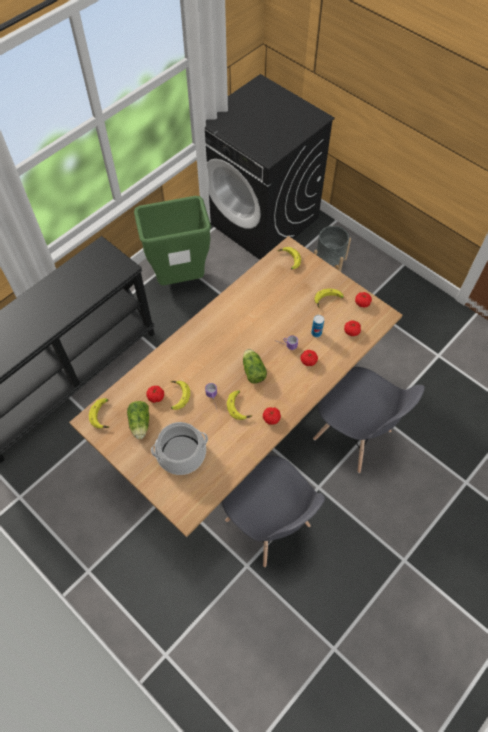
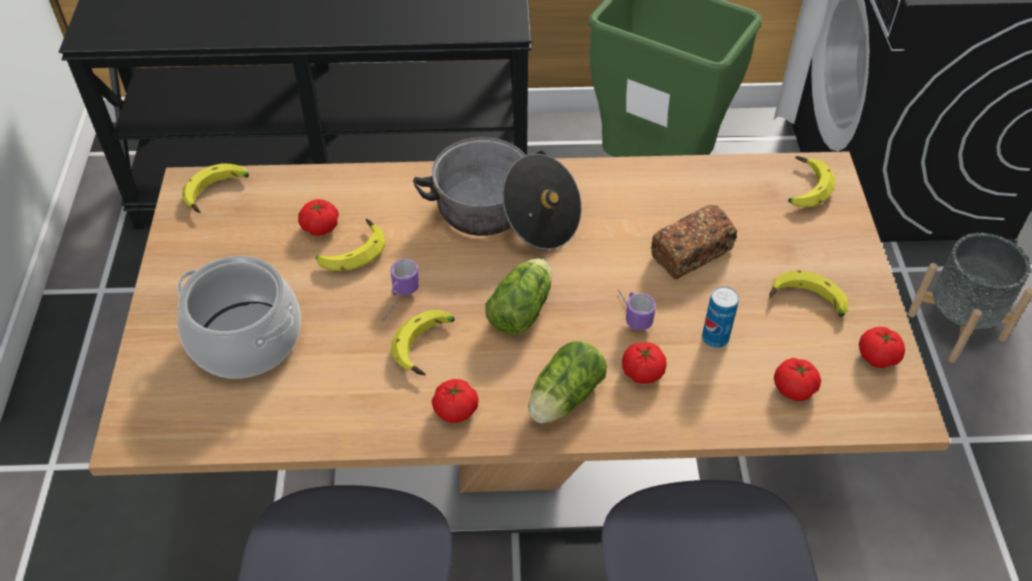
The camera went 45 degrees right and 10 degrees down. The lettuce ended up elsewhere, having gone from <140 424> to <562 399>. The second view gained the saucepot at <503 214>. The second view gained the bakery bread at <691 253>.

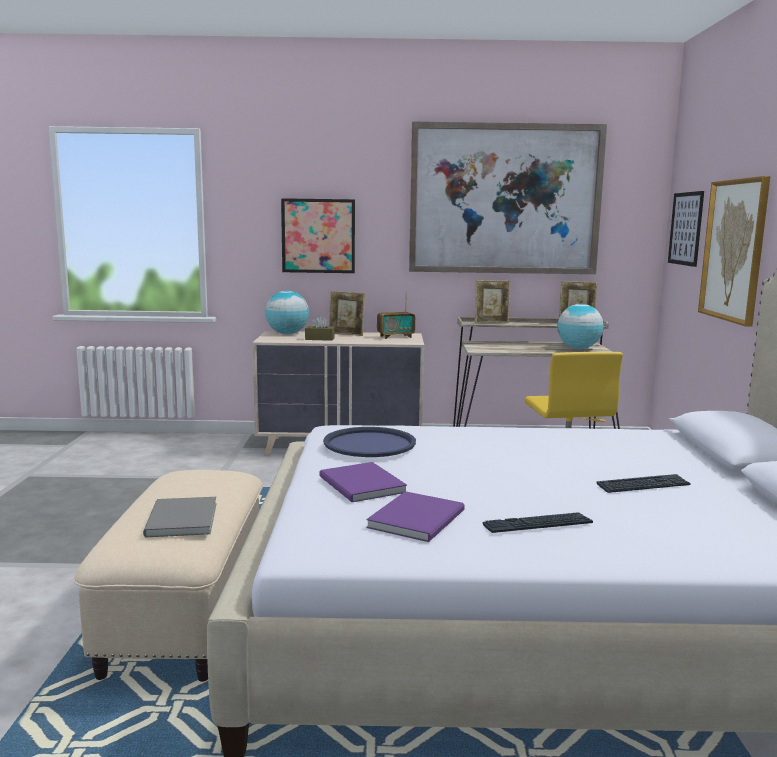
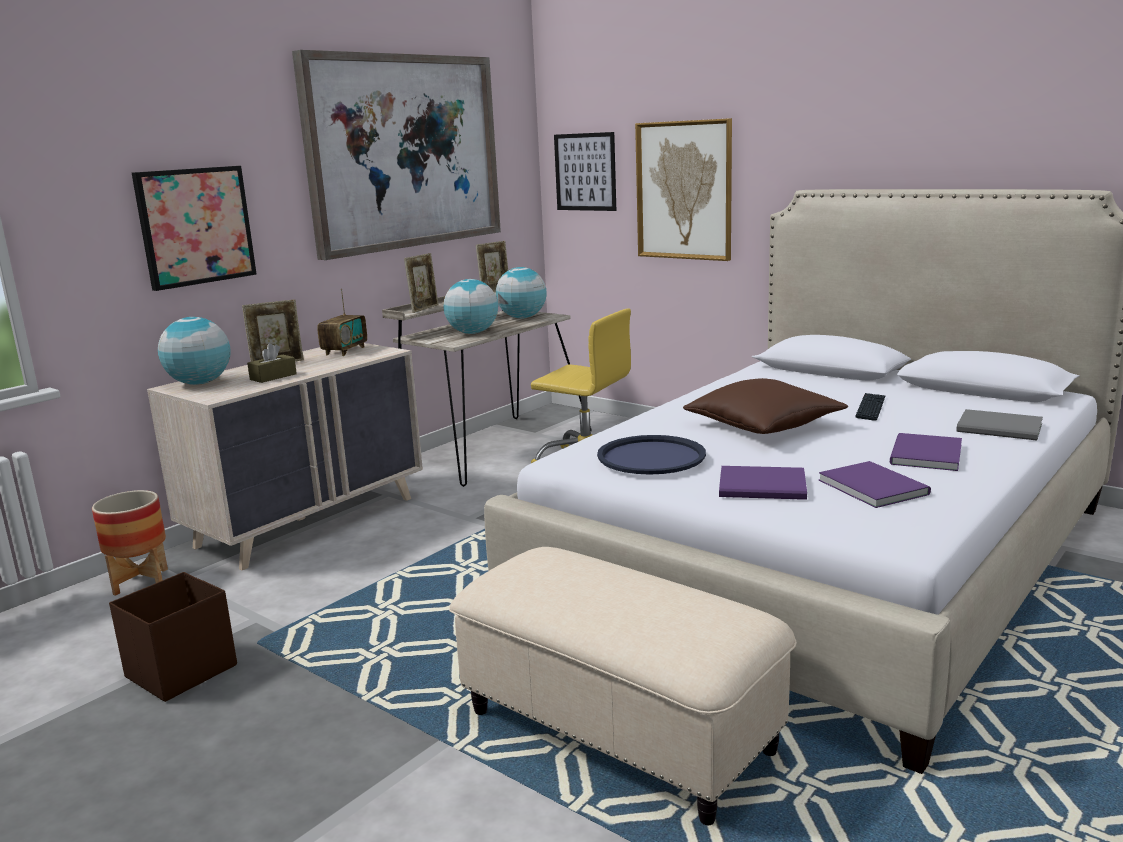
The camera went 50 degrees left and 5 degrees up. The gray bound book ended up elsewhere, having gone from <179 520> to <1001 428>. Where the computer keyboard stood at <537 525>, the purple bound book came to stand at <923 455>. The second view gained the planter at <141 581>. The second view gained the brown-coloured storage box at <179 672>. The second view gained the desk globe at <472 333>. The second view gained the brown-coloured throw pillow at <764 425>.

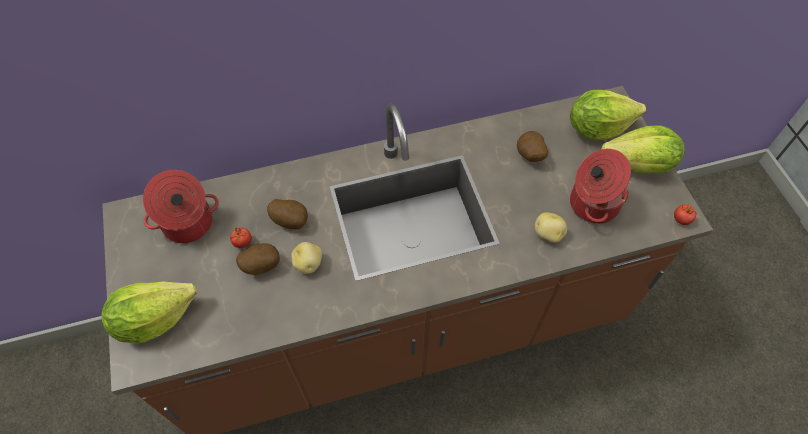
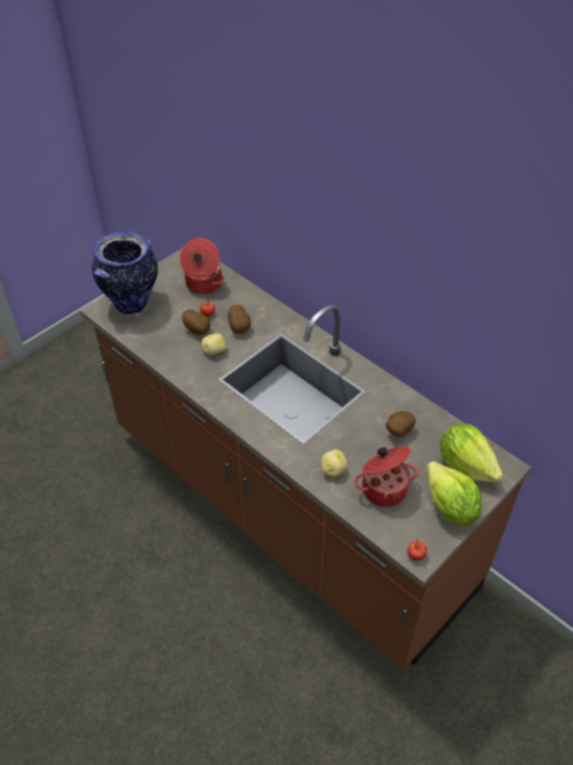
The camera went 60 degrees right and 10 degrees down. Where the lettuce stood at <154 319>, the flower vase came to stand at <132 303>.

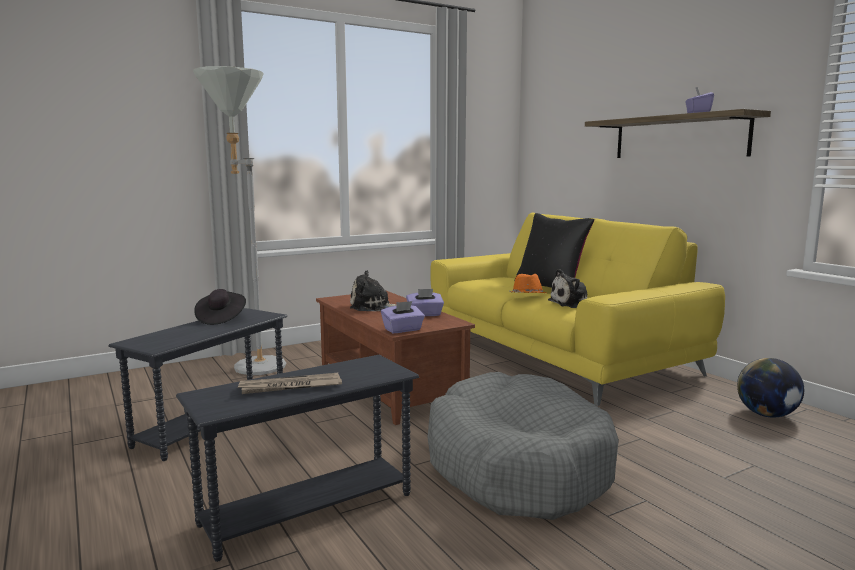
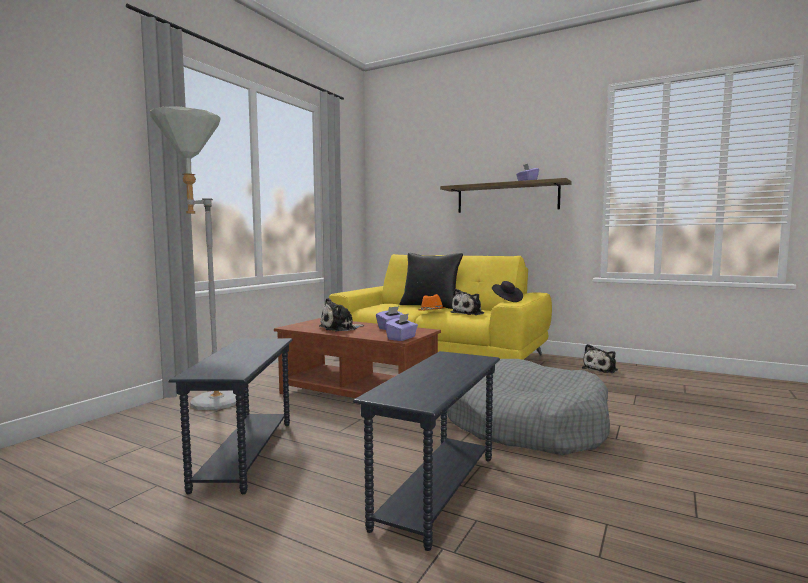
The camera went 30 degrees left and 5 degrees down. The black wearable hat ended up elsewhere, having gone from <220 319> to <506 300>. The second view lost the newspaper at <290 387>. Where the desk globe stood at <767 415>, the cuddly toy came to stand at <601 369>.

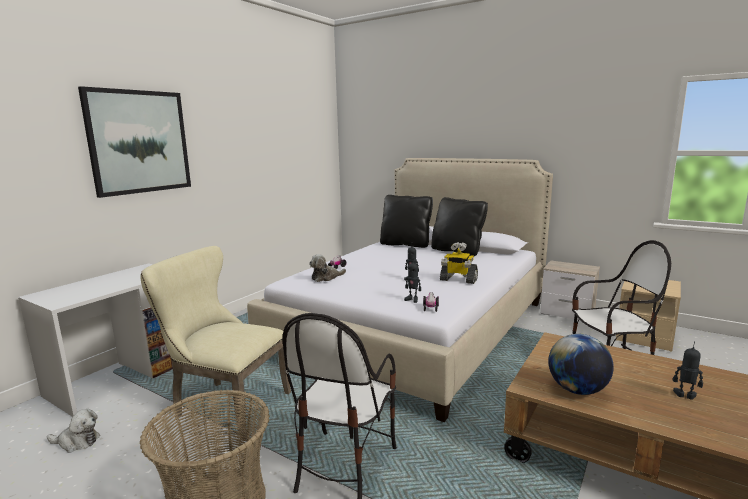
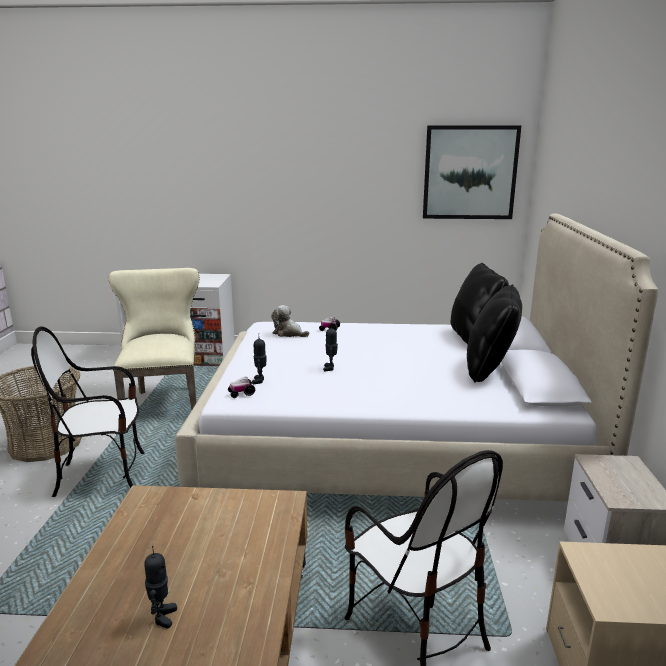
The camera went 60 degrees right and 5 degrees up. The second view lost the cuddly toy at <77 442>. The picture ended up elsewhere, having gone from <139 142> to <470 173>. The second view lost the model robot at <458 280>. The second view lost the desk globe at <577 390>.

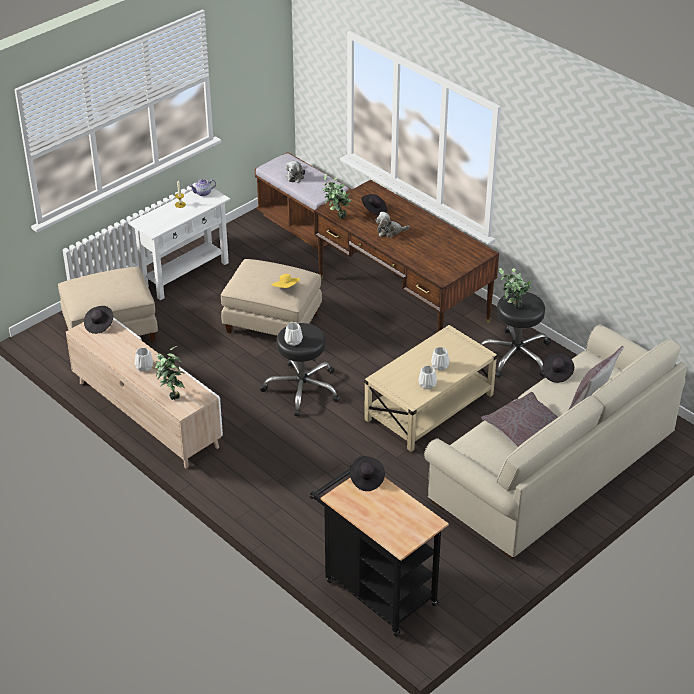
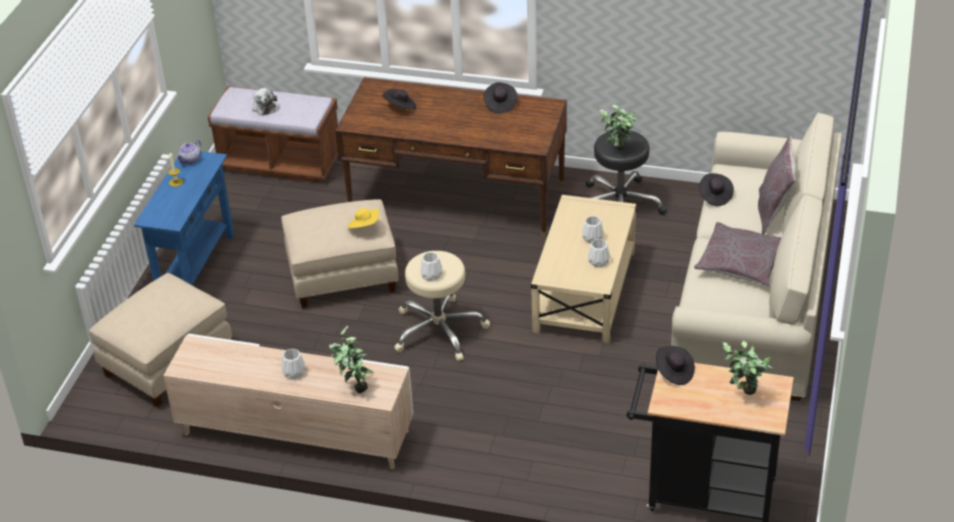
The camera went 30 degrees left and 0 degrees up. The black wearable hat ended up elsewhere, having gone from <99 325> to <500 104>. What was the white console table at <185 274> turned into the blue console table at <196 267>. What was the black sitting stool at <302 389> turned into the beige sitting stool at <439 330>. The plant in a pot ended up elsewhere, having gone from <336 217> to <743 396>. The second view lost the cuddly toy at <390 231>.

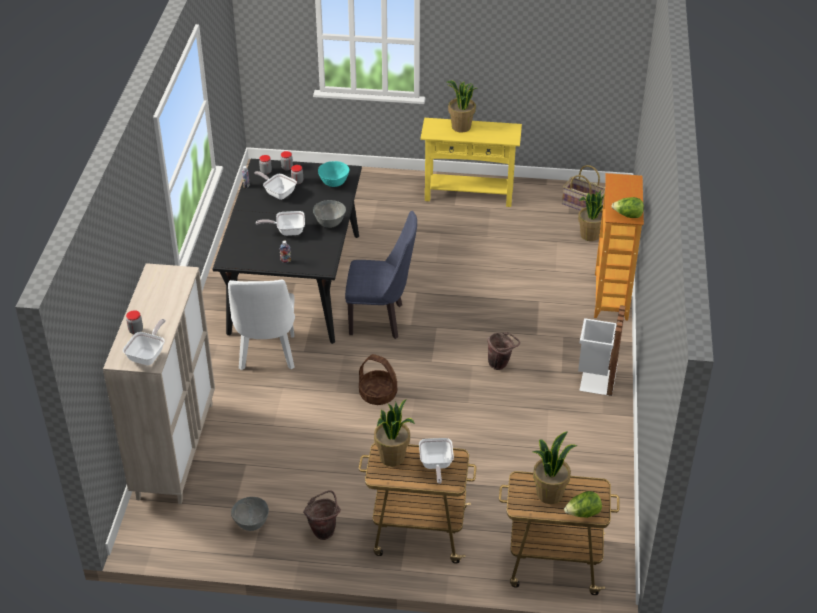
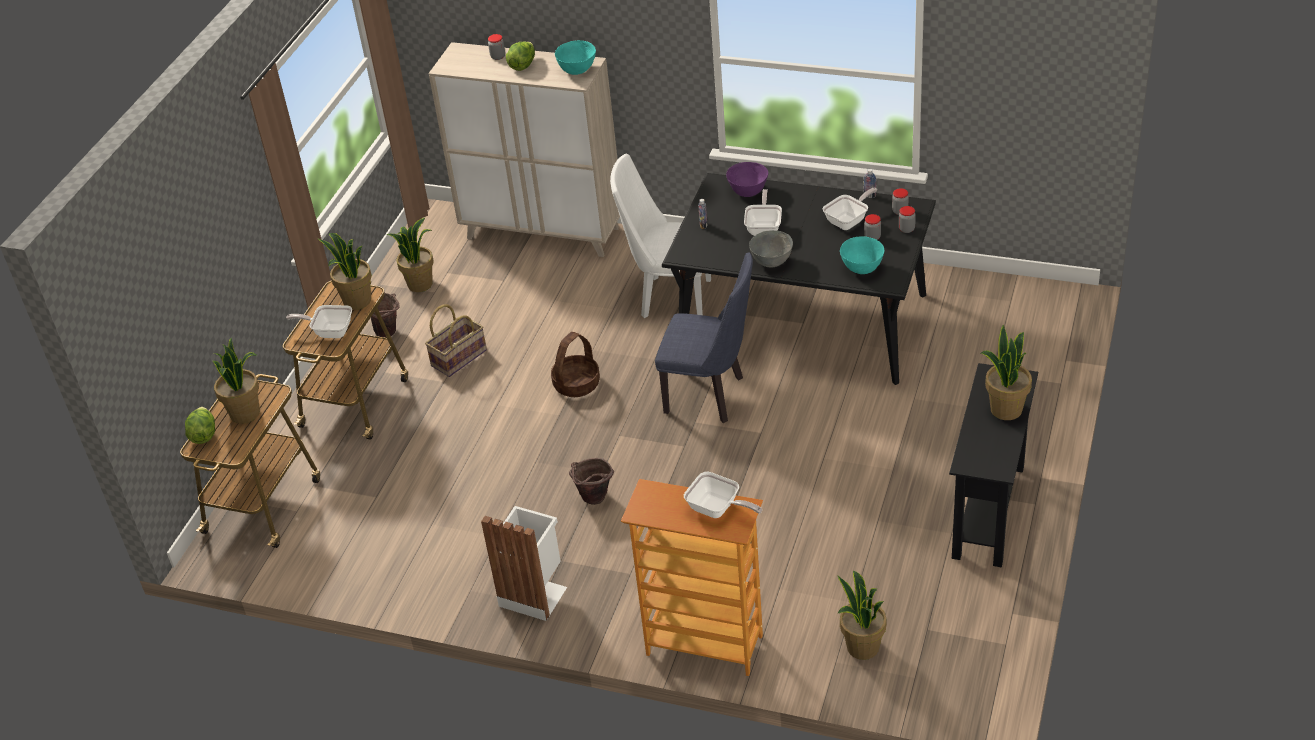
The camera went 105 degrees right and 0 degrees up. The skillet ended up elsewhere, having gone from <148 355> to <717 510>. Where the gray bowl stood at <251 524>, the plant in a pot came to stand at <420 284>. The blue plain chair at <382 320> ended up facing another way, 90 degrees counterclockwise from before. What was the yellow-coloured console table at <469 195> turned into the black console table at <988 511>. The basket ended up elsewhere, having gone from <581 205> to <458 357>. The lettuce ended up elsewhere, having gone from <627 216> to <523 65>. The second view gained the blue-green bowl at <577 71>. The second view gained the purple bowl at <748 192>.

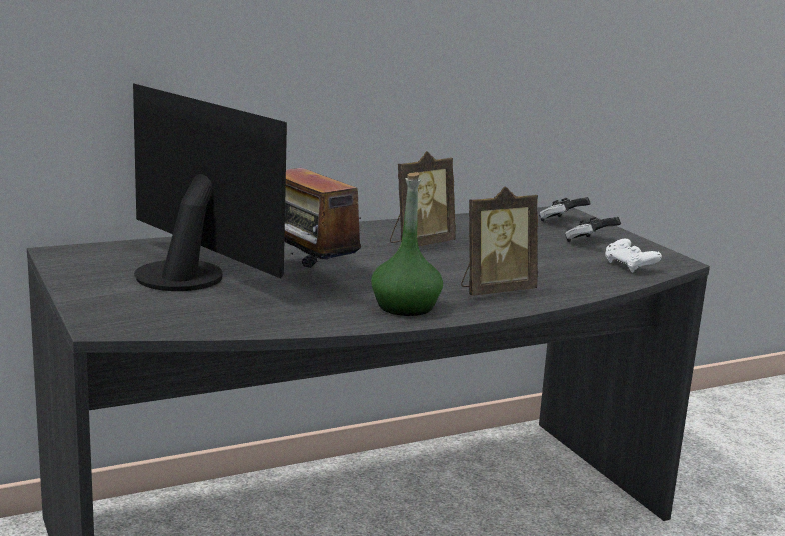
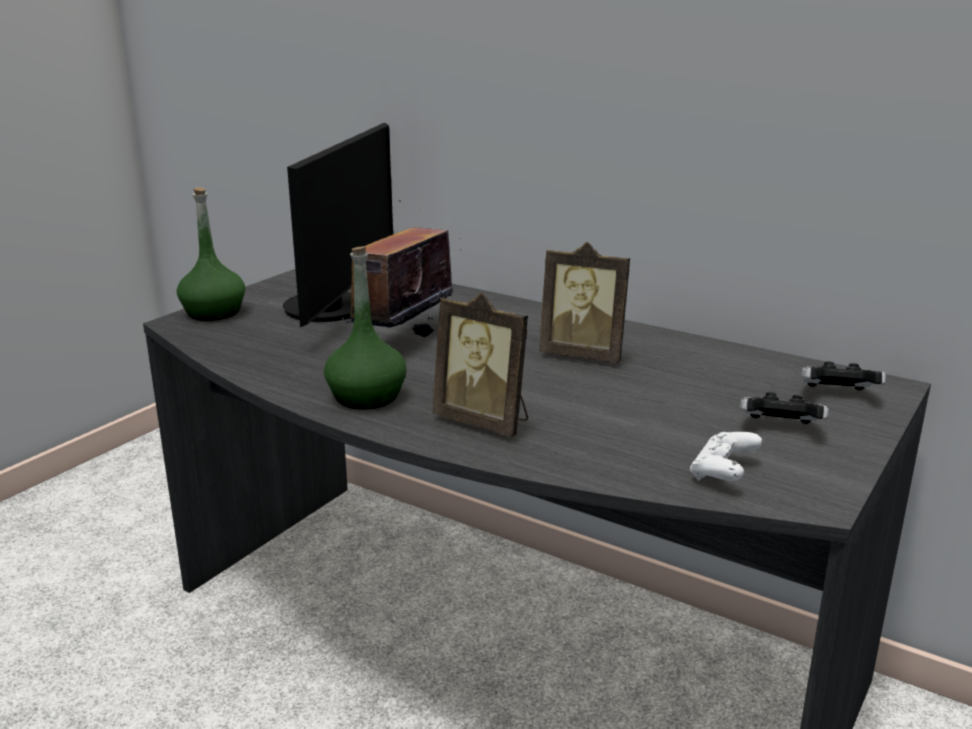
The camera went 60 degrees right and 5 degrees up. The second view gained the greenish beverage bottle at <214 312>.

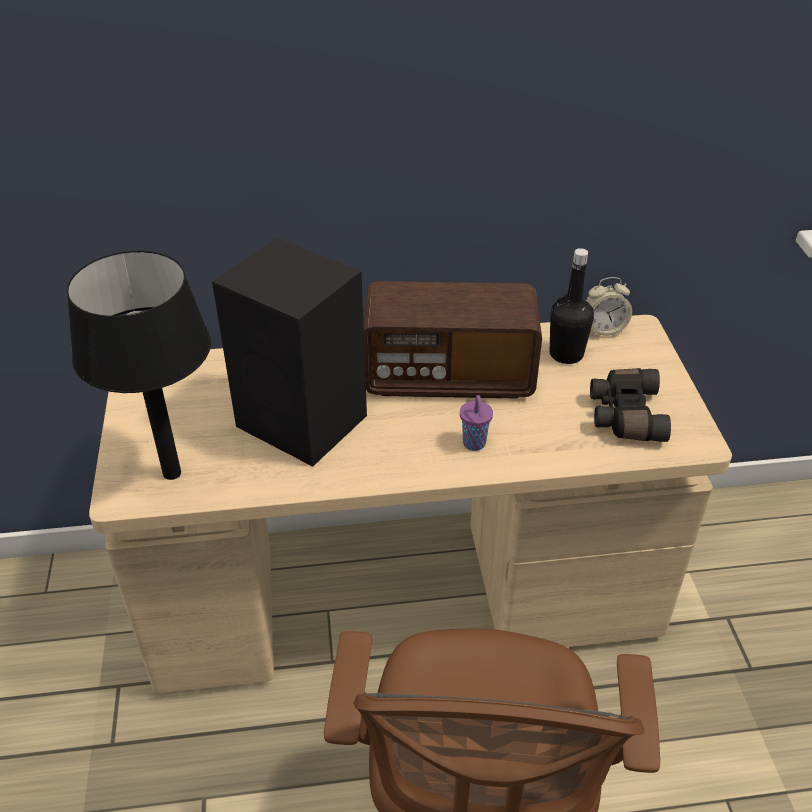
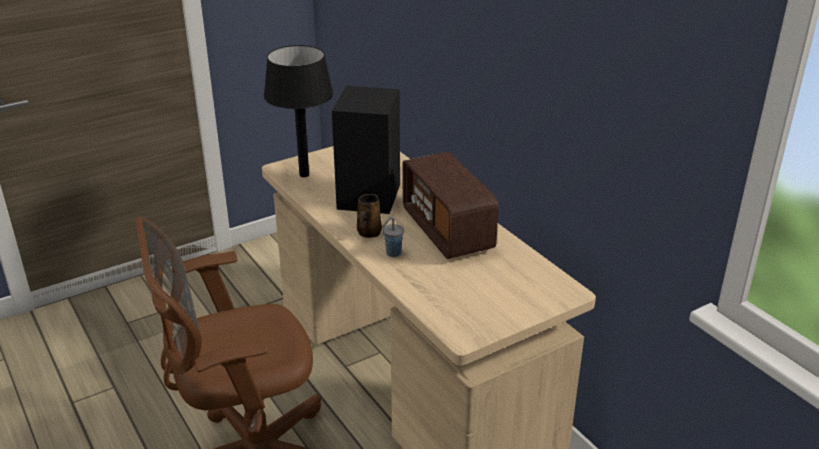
The camera went 65 degrees right and 10 degrees down. What was the purple drinking cup at <474 444> turned into the gray drinking cup at <392 253>. The second view lost the black beverage bottle at <566 354>. The second view lost the table clock at <603 329>. The second view lost the black binoculars at <624 415>. The second view gained the brown-coloured coffee mug at <368 233>.

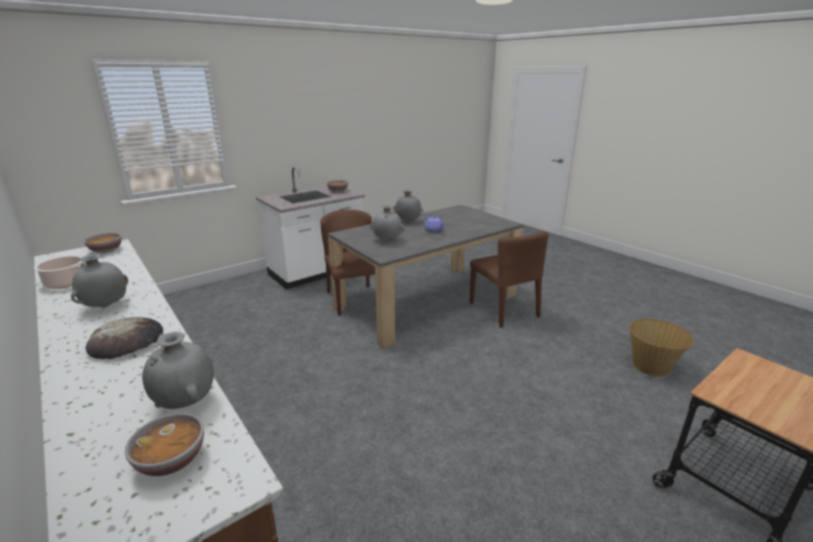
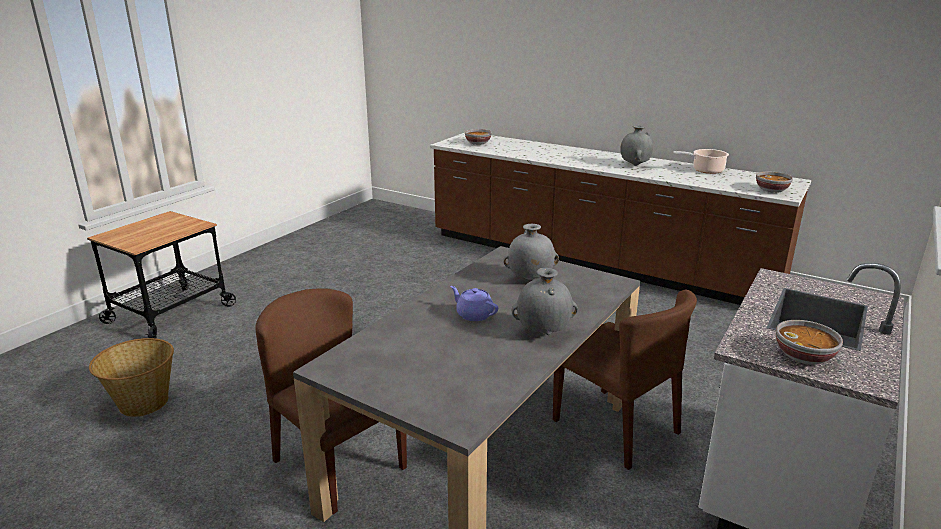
The camera went 160 degrees right and 0 degrees up. The second view lost the bakery bread at <127 342>. The second view lost the gray flower vase at <186 403>.

